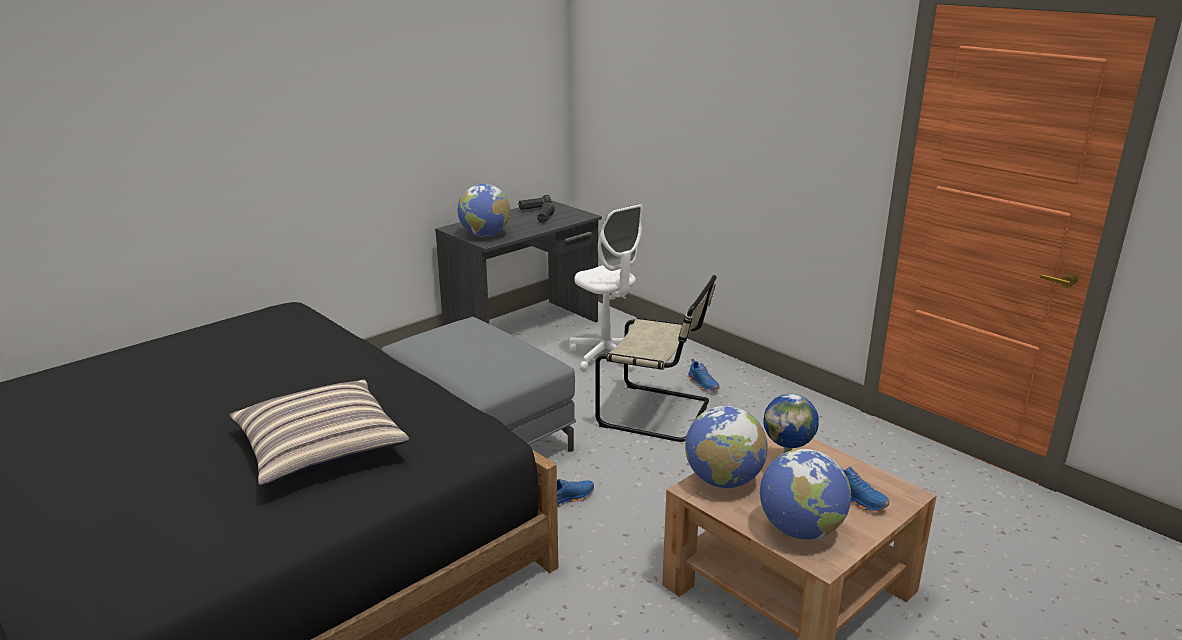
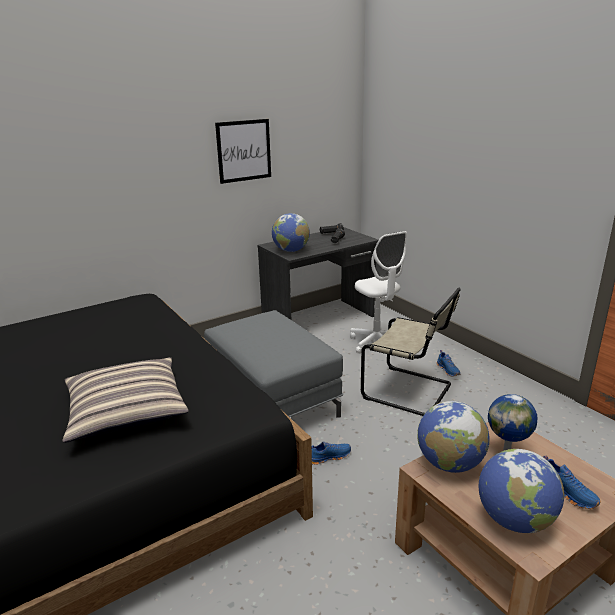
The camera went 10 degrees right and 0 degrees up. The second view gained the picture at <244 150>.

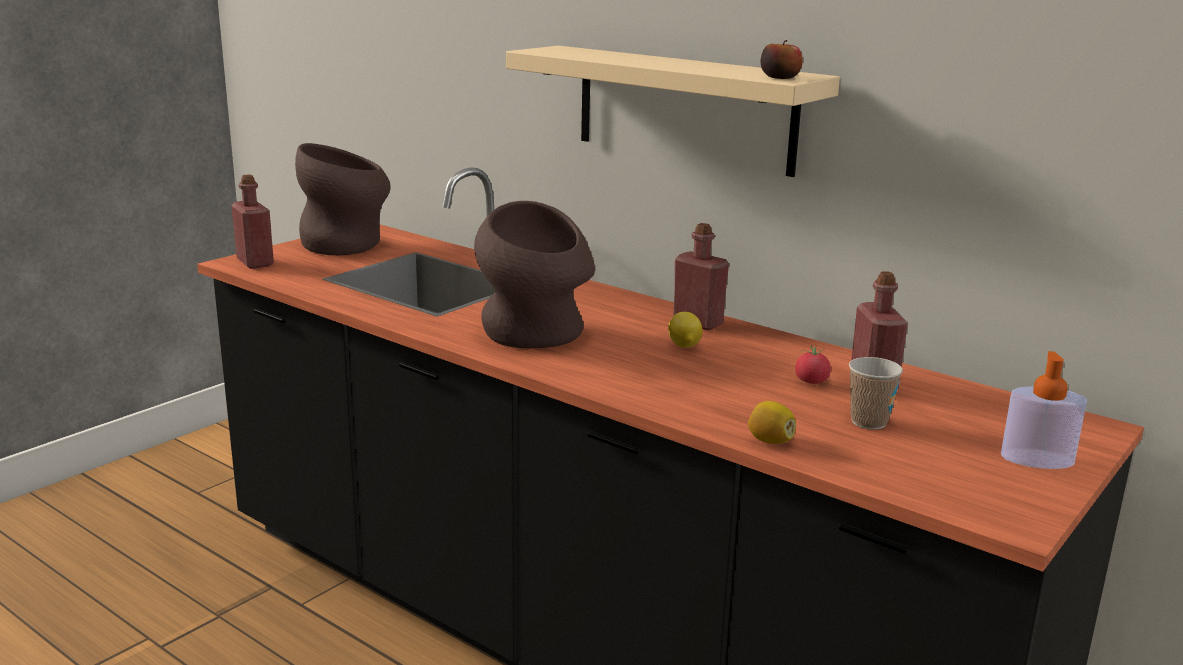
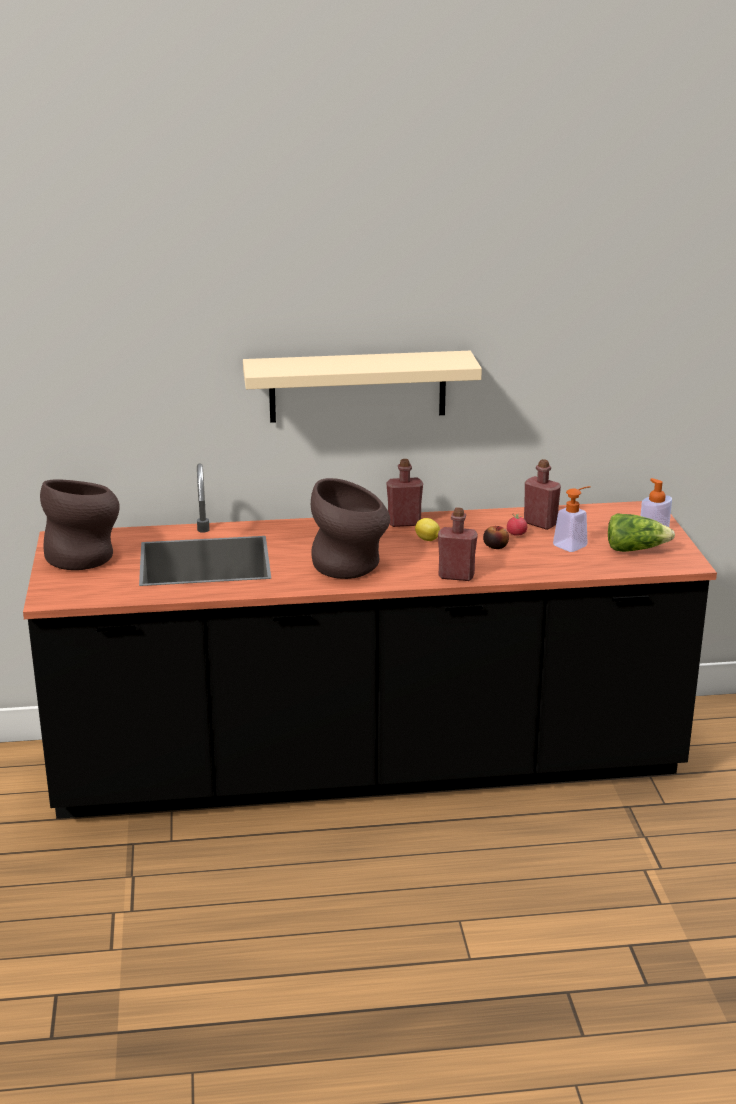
The camera went 45 degrees left and 5 degrees up. The reddish beverage bottle ended up elsewhere, having gone from <255 263> to <456 576>. The second view lost the lemon at <770 441>. The whole apple ended up elsewhere, having gone from <780 77> to <495 546>. Where the drinking cup stood at <869 422>, the soap dispenser came to stand at <573 544>. The second view gained the lettuce at <635 549>.

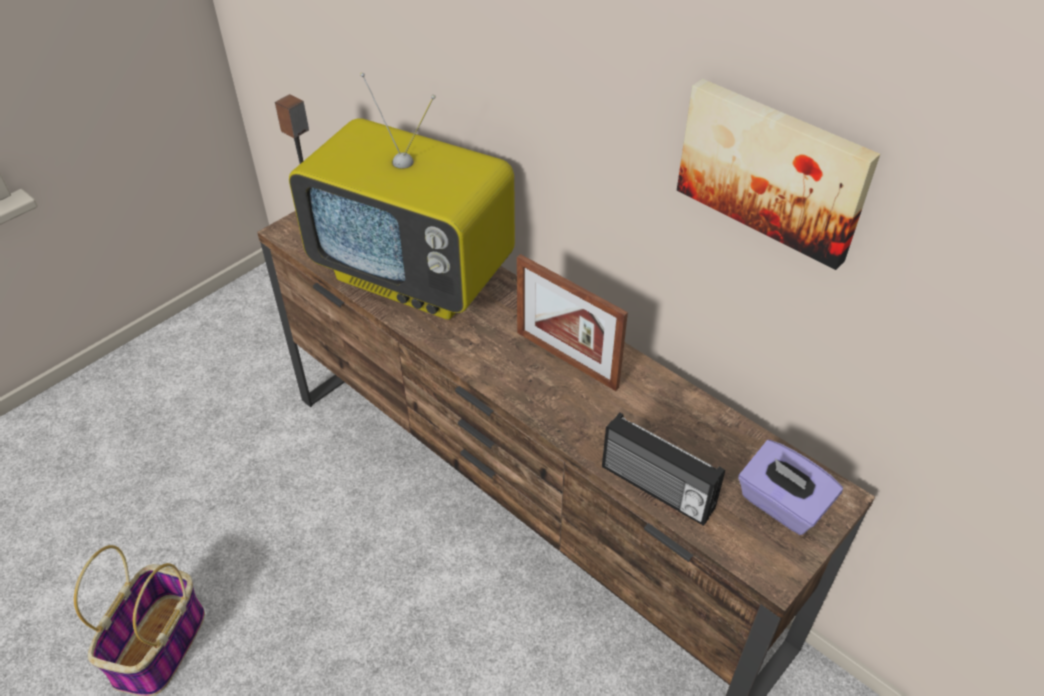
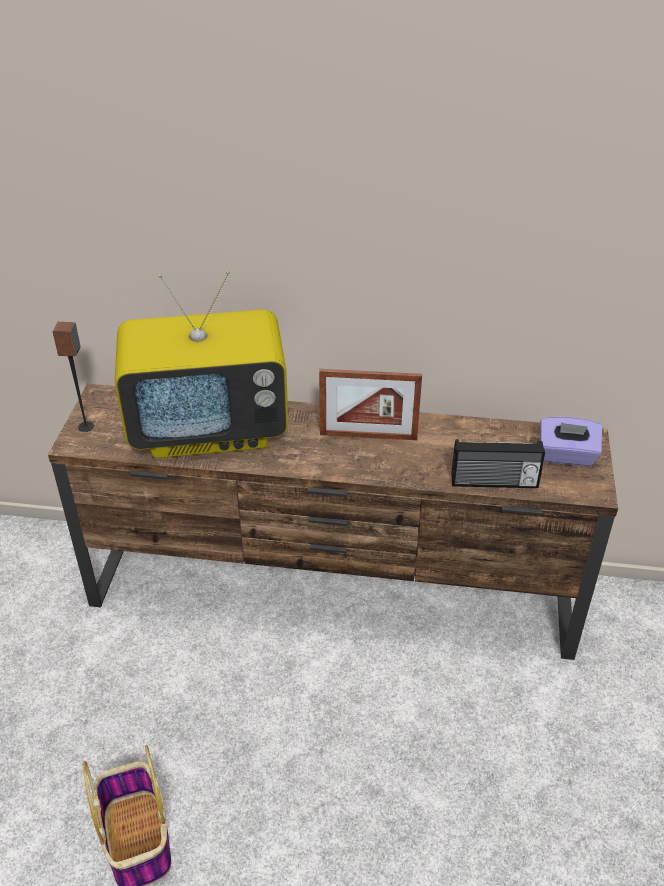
The camera went 35 degrees left and 5 degrees down. The second view lost the picture at <773 169>.

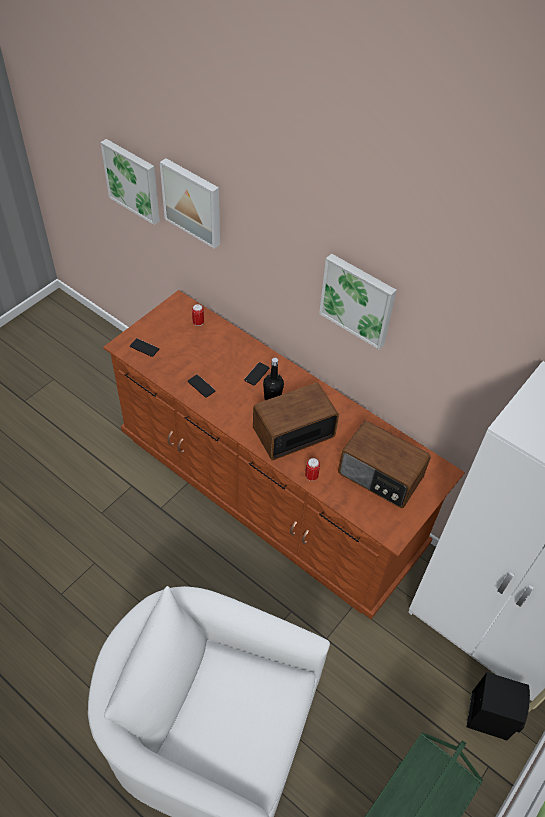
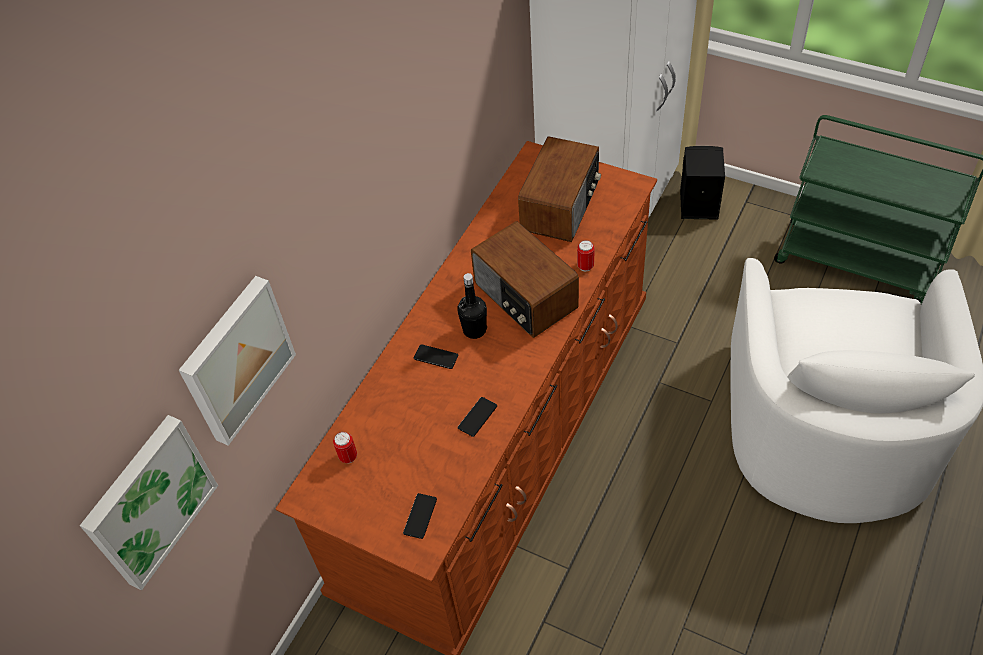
The camera went 95 degrees left and 0 degrees up. The second view lost the picture at <358 300>.

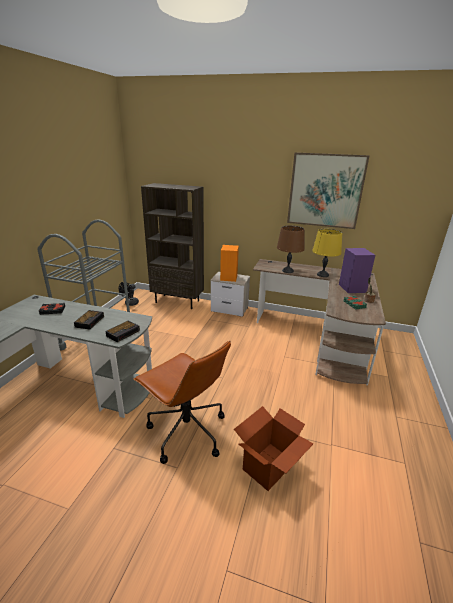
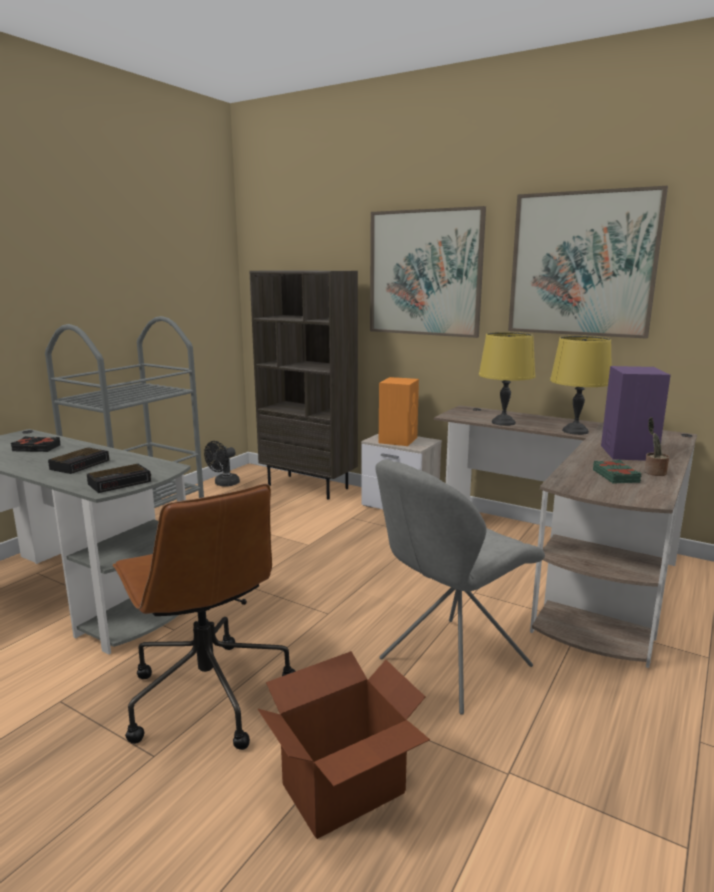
The camera went 15 degrees right and 10 degrees down. What was the brown-coloured table lamp at <288 271> turned into the yellow-coloured table lamp at <503 422>. The second view gained the picture at <425 273>. The second view gained the gray plain chair at <450 665>.

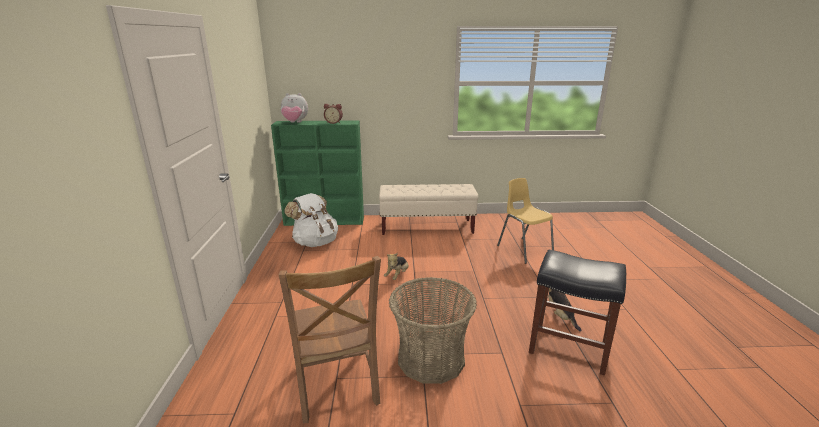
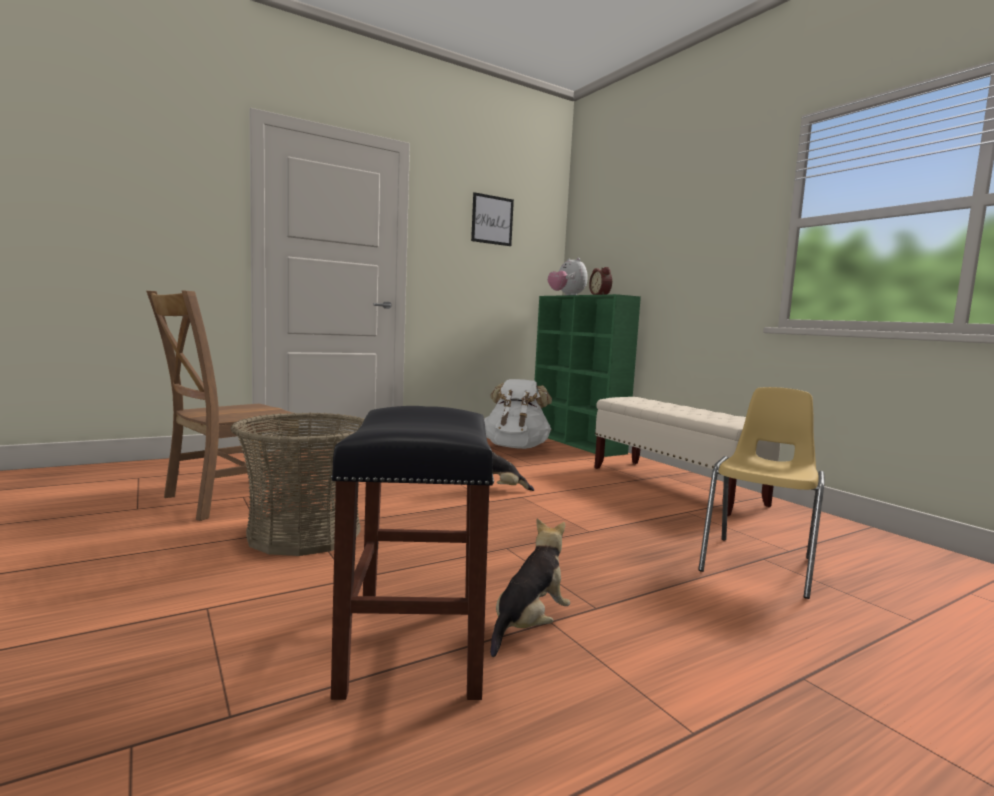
The camera went 60 degrees right and 15 degrees down. The second view gained the picture at <492 220>.

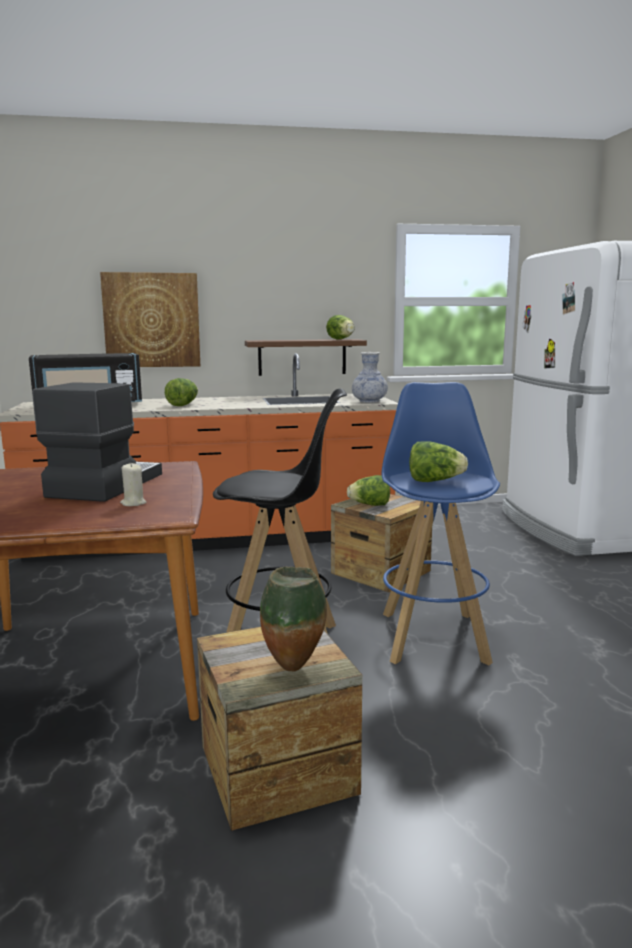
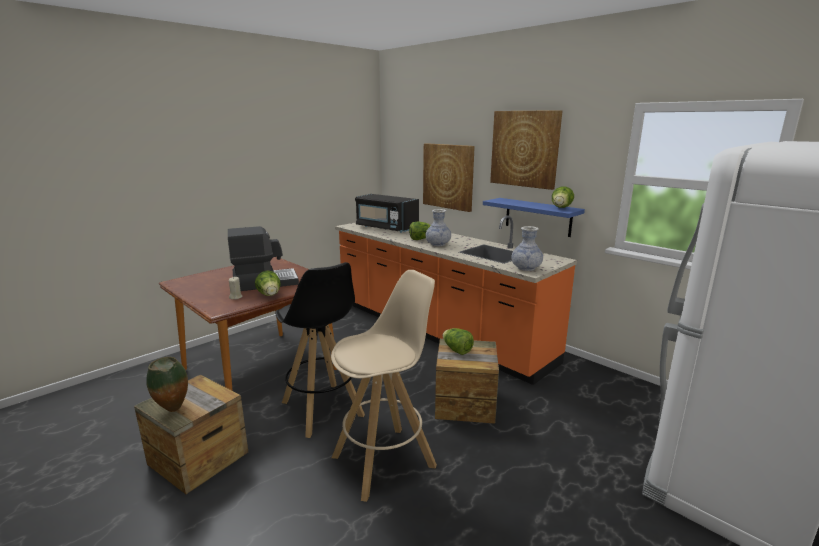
The camera went 55 degrees right and 5 degrees up. What was the brown-coloured wall shelf at <302 357> turned into the blue wall shelf at <538 217>. What was the blue sitting stool at <433 636> turned into the beige sitting stool at <385 461>. The lettuce ended up elsewhere, having gone from <434 481> to <270 295>. The second view gained the flower vase at <438 244>. The second view gained the picture at <524 149>.

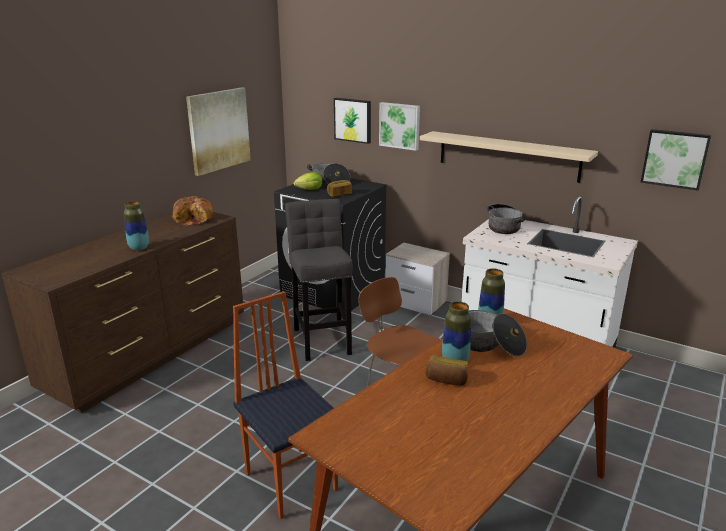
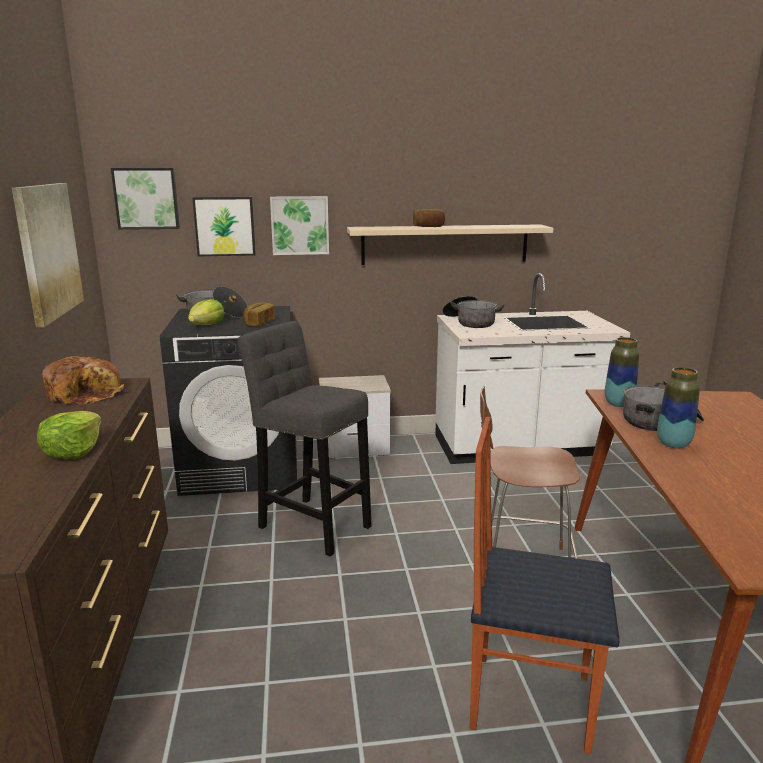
The camera went 40 degrees left and 5 degrees down. Where the flower vase stood at <139 248>, the lettuce came to stand at <73 451>. The bakery bread ended up elsewhere, having gone from <446 380> to <428 227>. The picture ended up elsewhere, having gone from <675 158> to <146 198>.

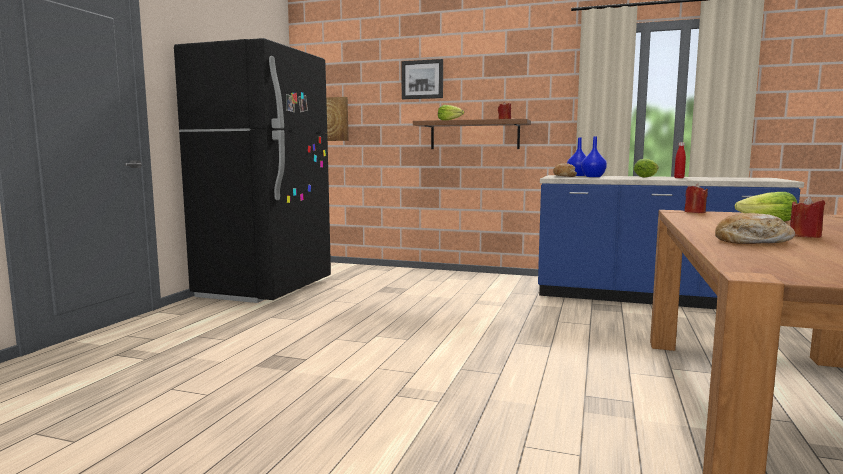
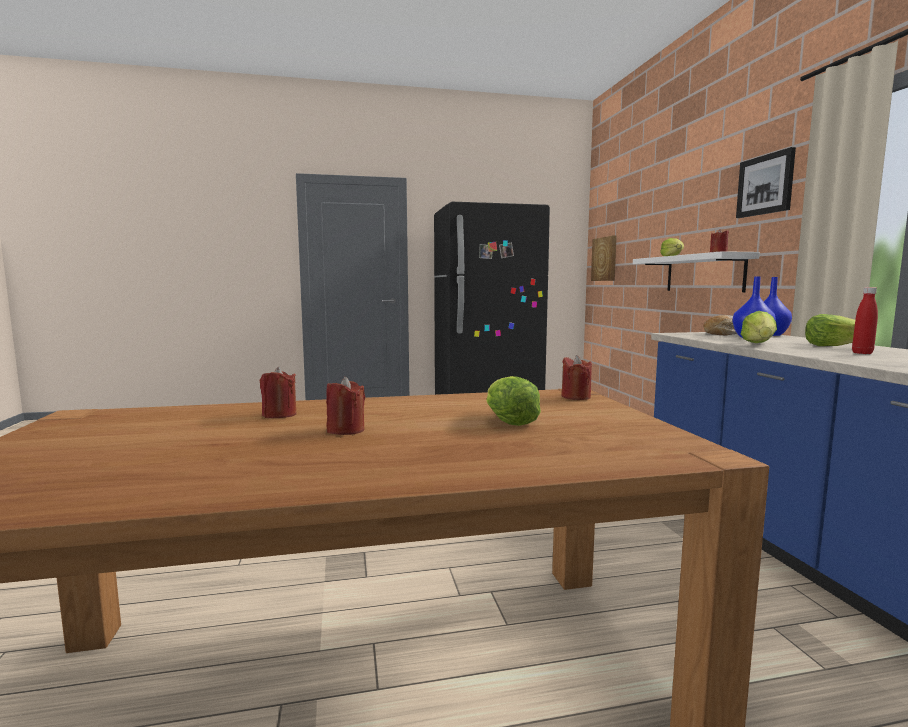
The camera went 60 degrees right and 0 degrees up. The picture ended up elsewhere, having gone from <422 79> to <765 185>. What was the brown-coloured wall shelf at <474 135> turned into the white wall shelf at <704 273>. Where the bakery bread stood at <752 241>, the reddish candle came to stand at <279 415>. The second view gained the lettuce at <759 344>.

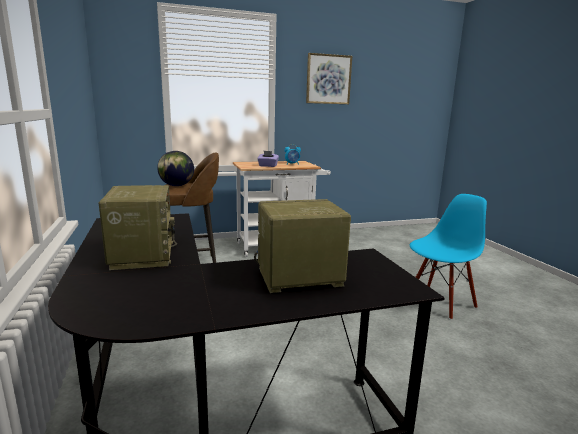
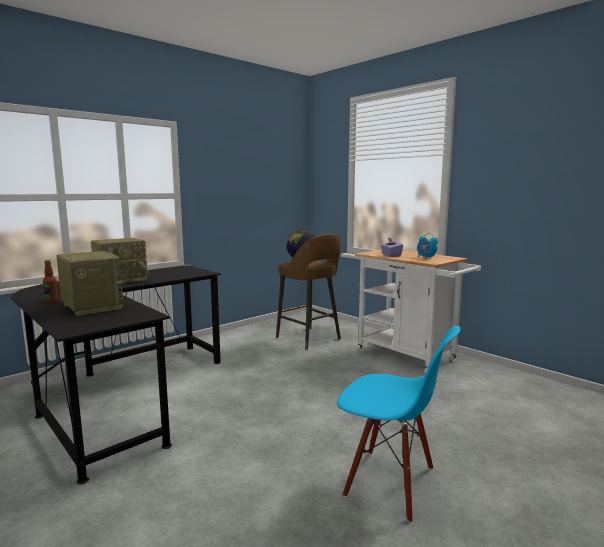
The camera went 65 degrees right and 5 degrees down. The second view lost the picture at <328 79>. The second view gained the beverage bottle at <51 301>.

